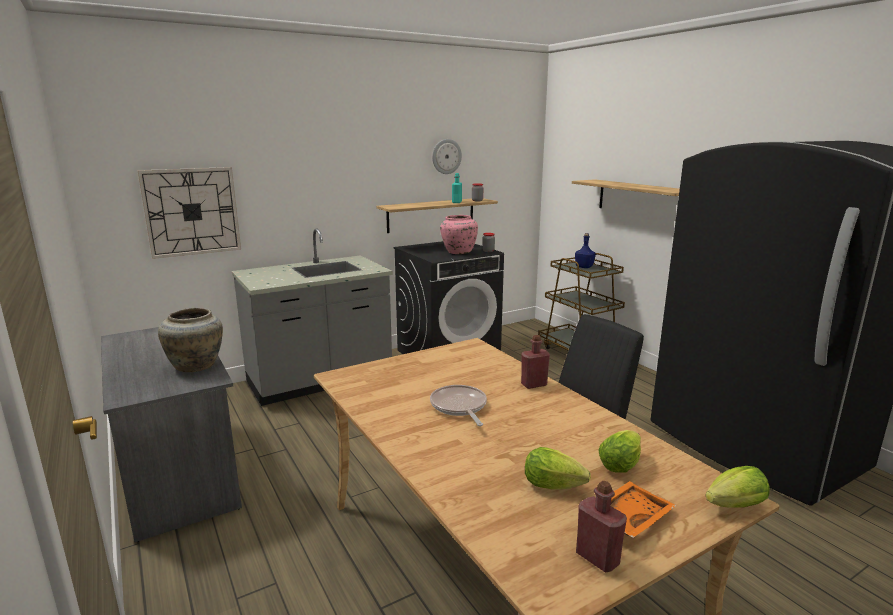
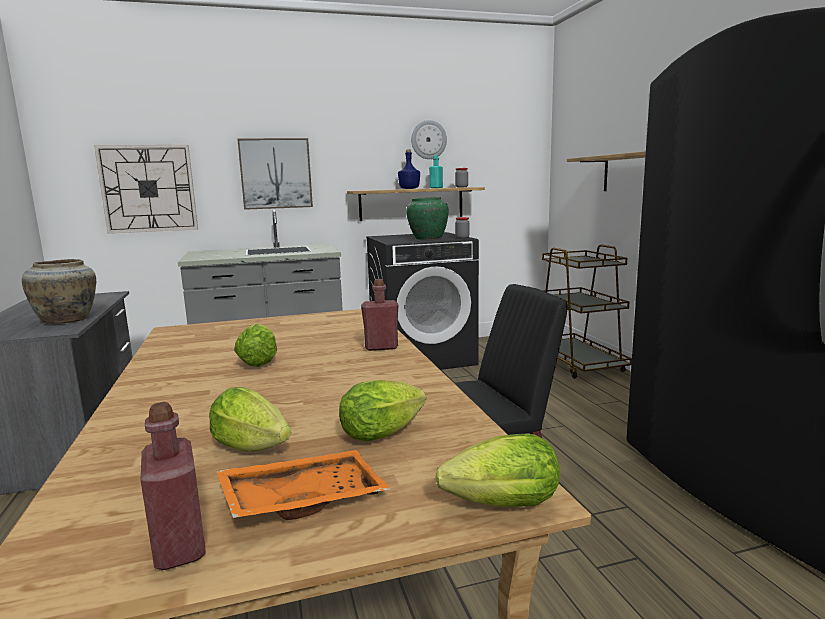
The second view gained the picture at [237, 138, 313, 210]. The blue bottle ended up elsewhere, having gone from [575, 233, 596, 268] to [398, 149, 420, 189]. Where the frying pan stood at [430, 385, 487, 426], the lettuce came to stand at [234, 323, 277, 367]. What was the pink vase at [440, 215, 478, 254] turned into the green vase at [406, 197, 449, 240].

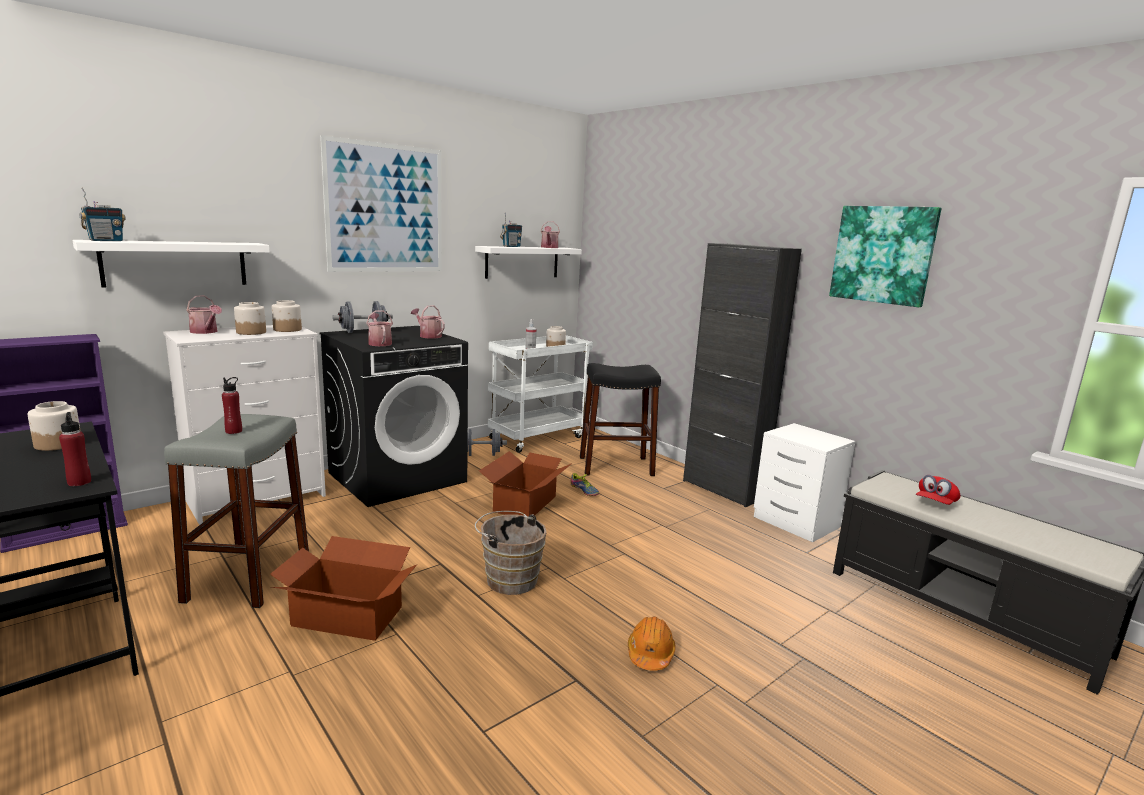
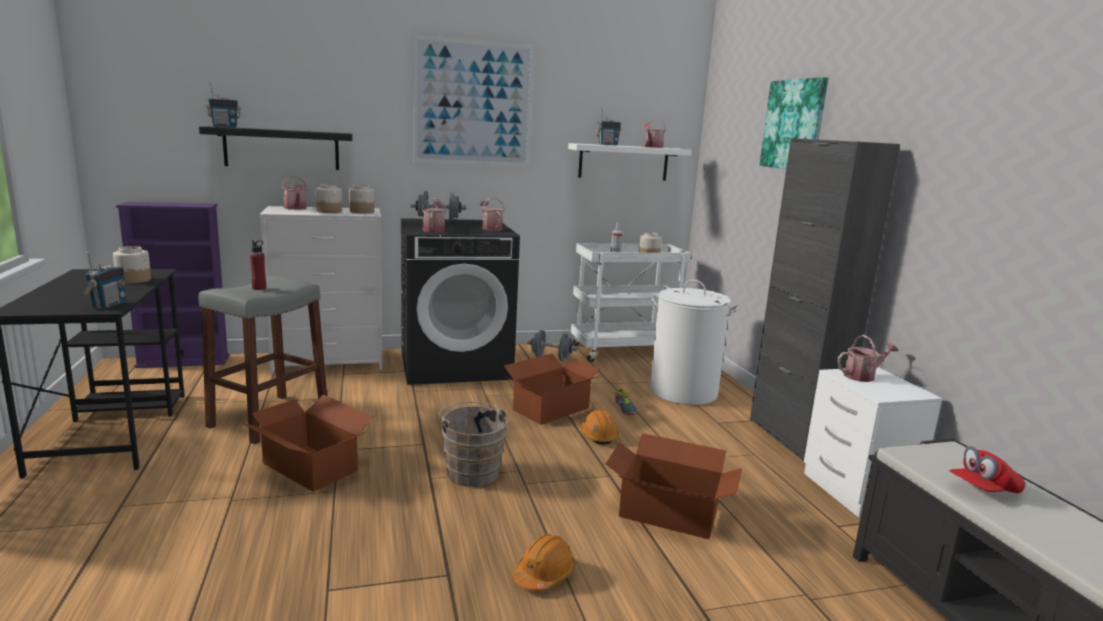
The second view gained the orange hard hat at [580, 410, 619, 445]. The second view gained the cardboard box at [606, 433, 742, 539]. The second view gained the watering can at [837, 335, 898, 382]. The picture ended up elsewhere, having gone from [829, 206, 941, 307] to [760, 77, 828, 169]. Where the red bottle stood at [59, 412, 91, 486], the radio came to stand at [83, 252, 125, 309]. Where the black stool stood at [580, 363, 661, 476], the white laundry basket came to stand at [650, 280, 739, 405]. What was the white shelf at [73, 240, 270, 288] turned into the black shelf at [199, 126, 353, 170].

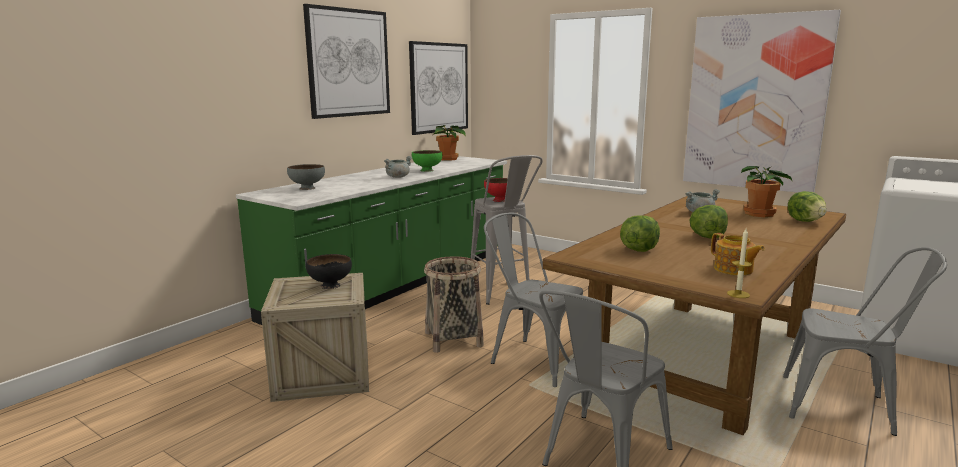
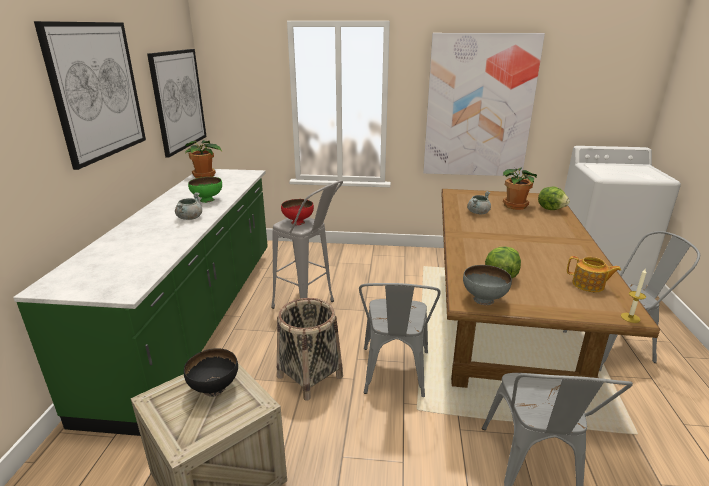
The second view lost the lettuce at [690, 205, 728, 238]. The grey bowl ended up elsewhere, having gone from [287, 164, 325, 190] to [463, 265, 512, 305]. The grey chair at [484, 213, 583, 387] ended up facing another way, 90 degrees counterclockwise from before.

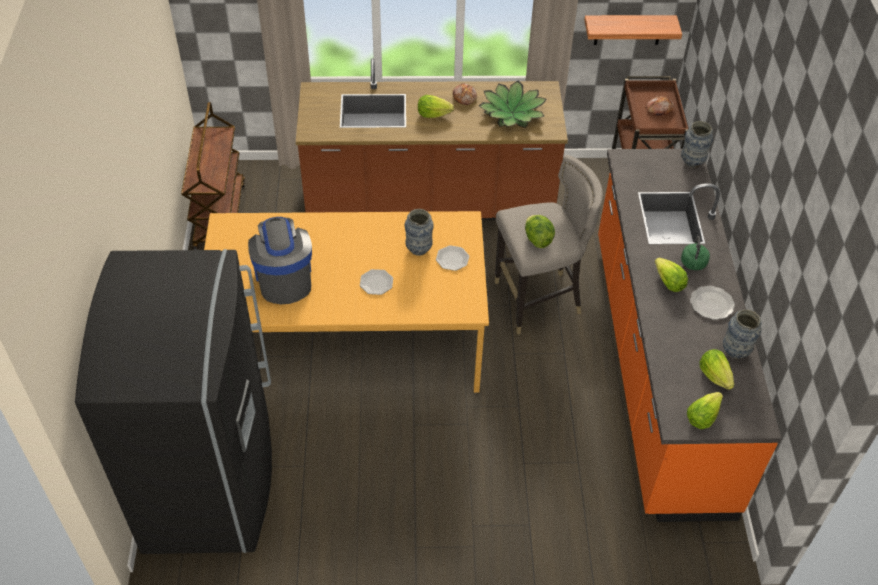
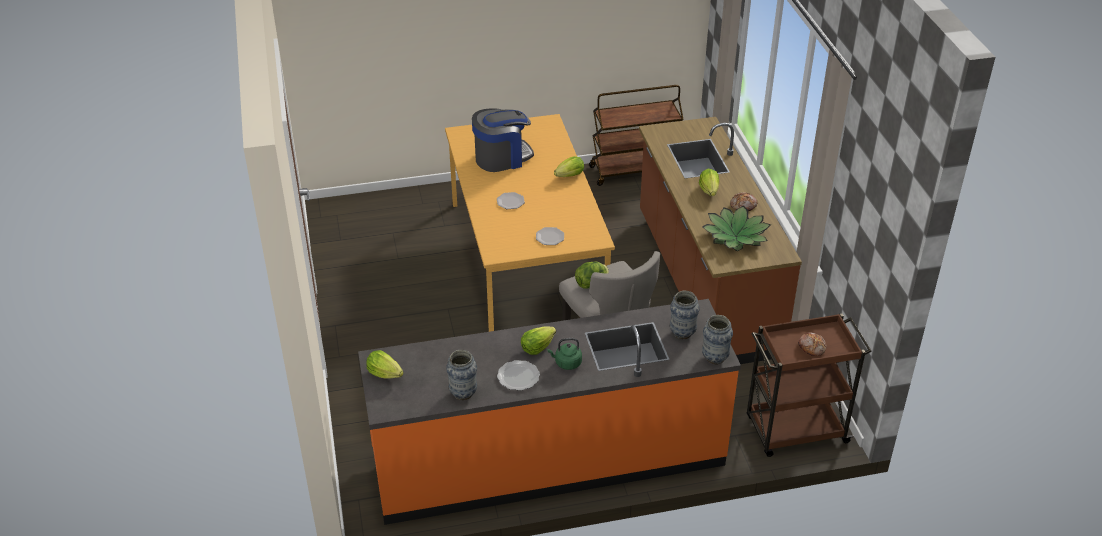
The second view lost the black fridge at [75, 249, 272, 554]. The second view lost the shelf at [584, 15, 682, 45]. The vase ended up elsewhere, having gone from [405, 209, 434, 256] to [670, 290, 700, 339]. The lettuce ended up elsewhere, having gone from [699, 349, 734, 390] to [554, 156, 584, 177].

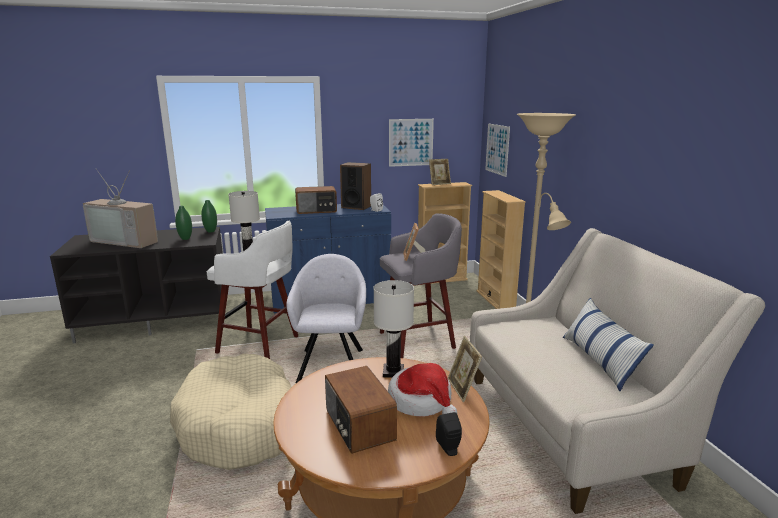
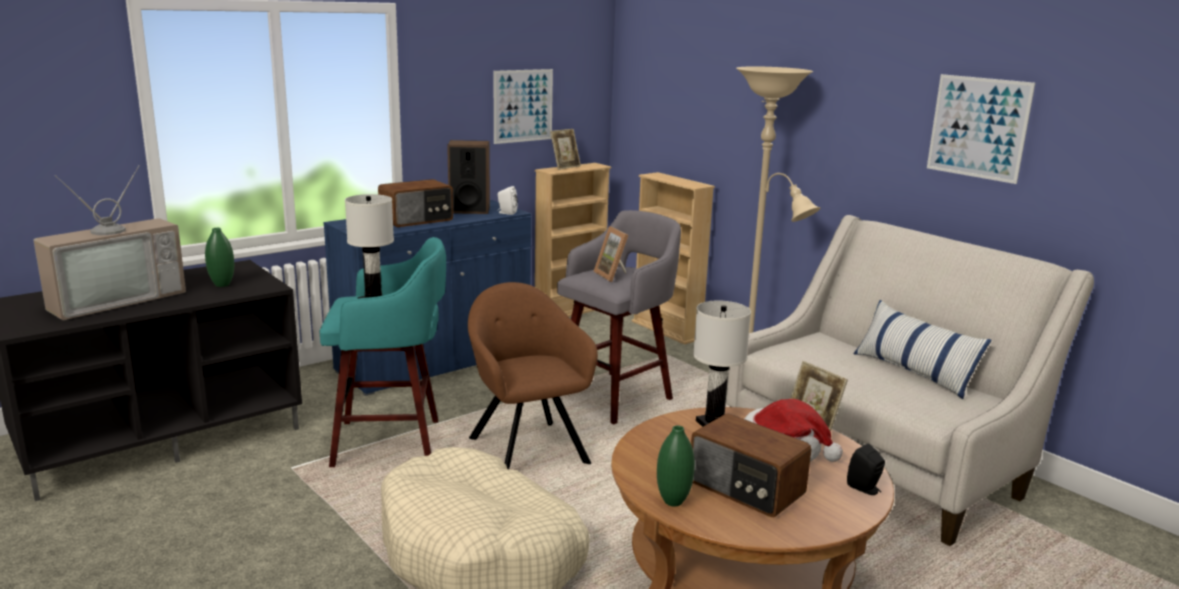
The green vase ended up elsewhere, having gone from [201, 200, 217, 232] to [657, 426, 695, 507]. The picture ended up elsewhere, having gone from [485, 123, 510, 177] to [927, 74, 1035, 184]. What was the white stool at [207, 220, 298, 359] turned into the turquoise stool at [320, 237, 446, 467]. What was the grey armchair at [286, 254, 366, 383] turned into the brown armchair at [468, 282, 598, 469]. The television at [83, 168, 158, 248] ended up facing another way, 45 degrees counterclockwise from before.

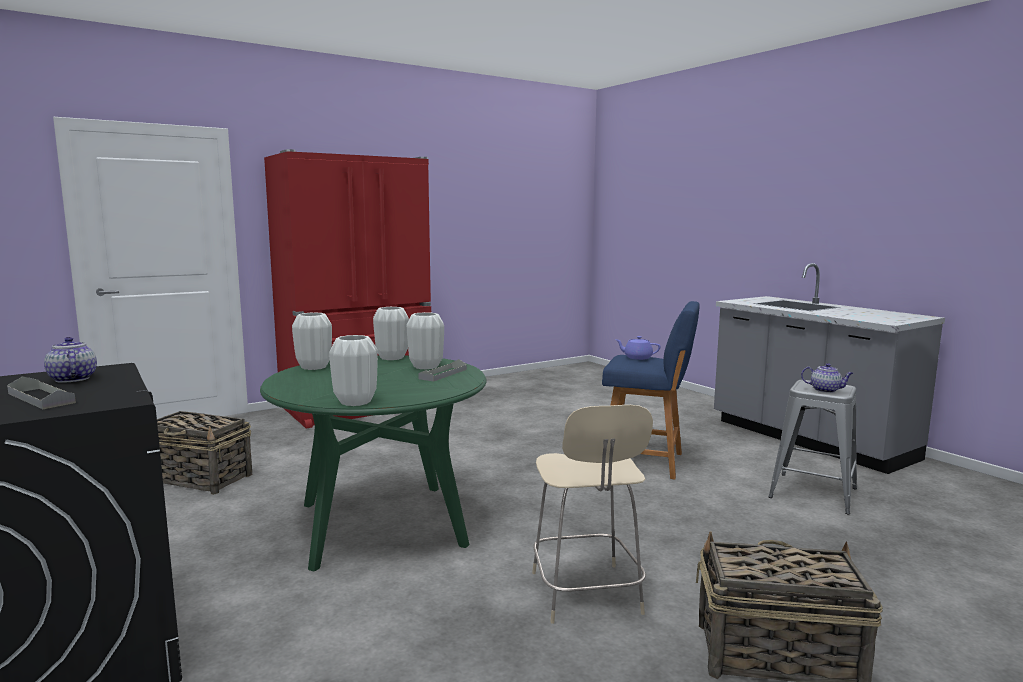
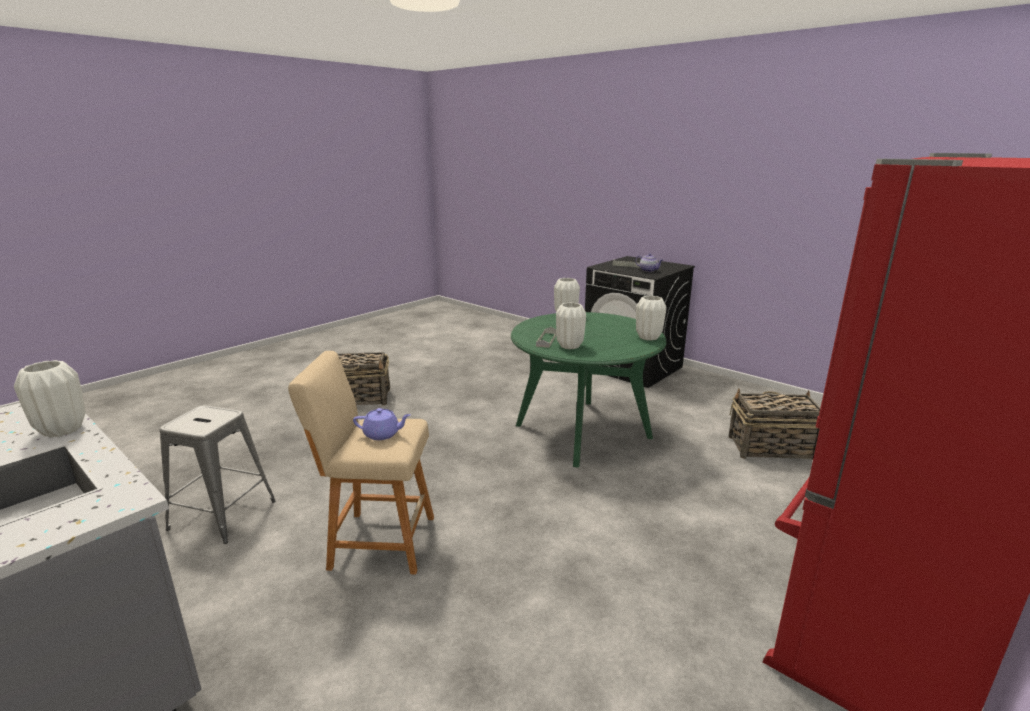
The second view lost the beige chair at [532, 405, 653, 624]. The second view lost the teapot at [801, 363, 854, 393]. The white vase ended up elsewhere, having gone from [373, 307, 409, 360] to [14, 360, 86, 437]. What was the blue stool at [602, 301, 700, 479] turned into the beige stool at [288, 351, 434, 575].

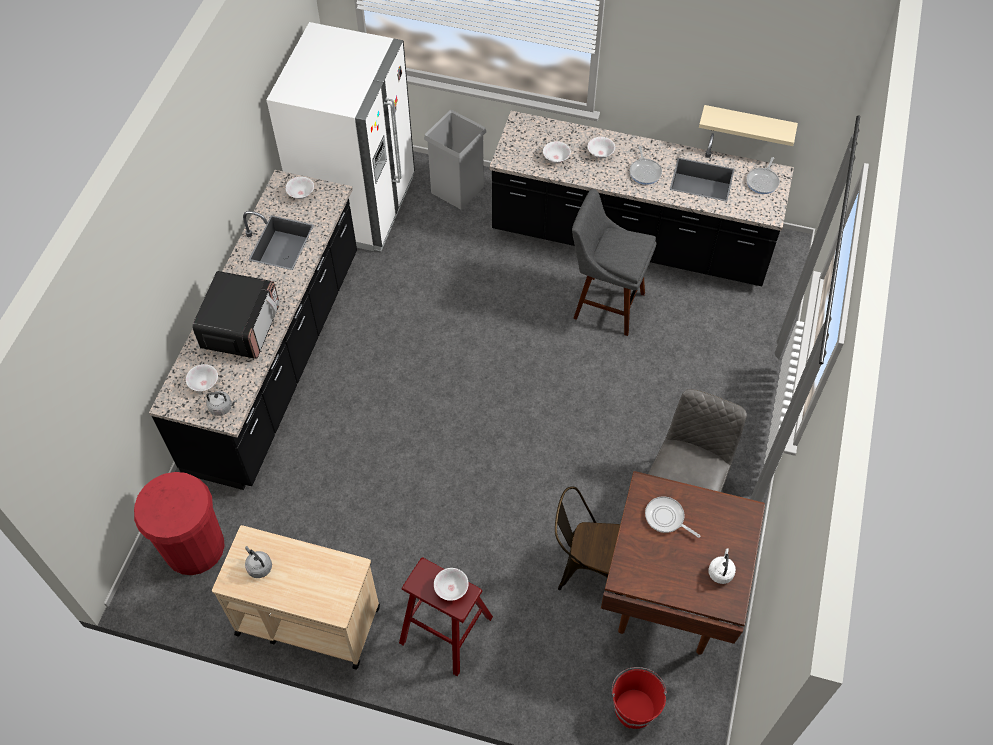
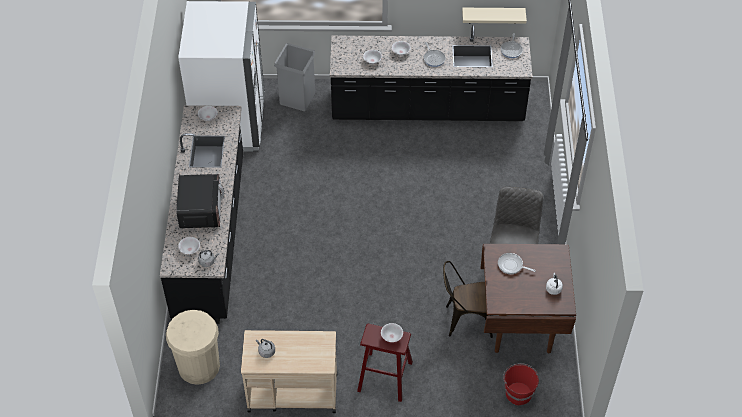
The second view lost the grey stool at [572, 189, 656, 336]. What was the red trash can at [134, 472, 225, 575] turned into the beige trash can at [166, 310, 220, 385].

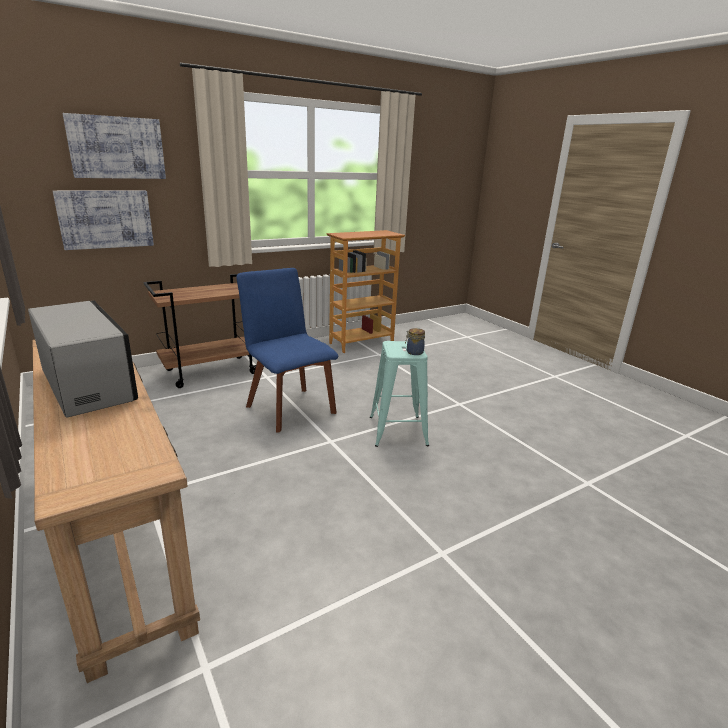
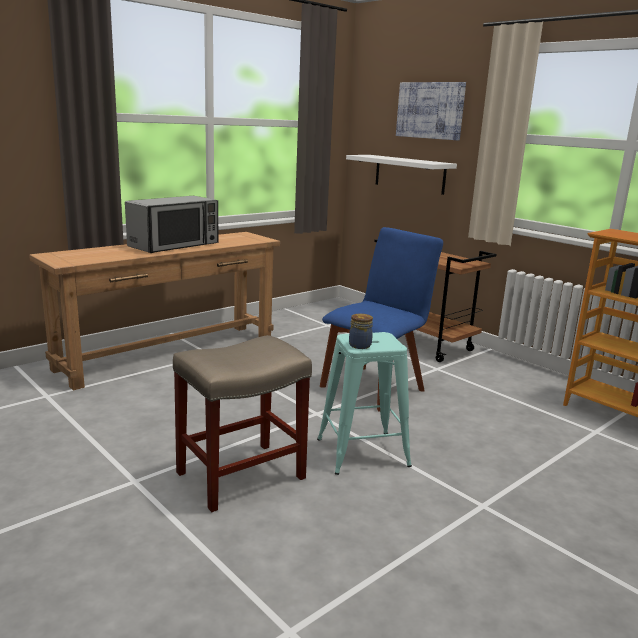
The second view gained the beige stool at [173, 335, 312, 512]. Where the picture hung at [53, 191, 154, 250], the white shelf came to hang at [346, 155, 457, 195].

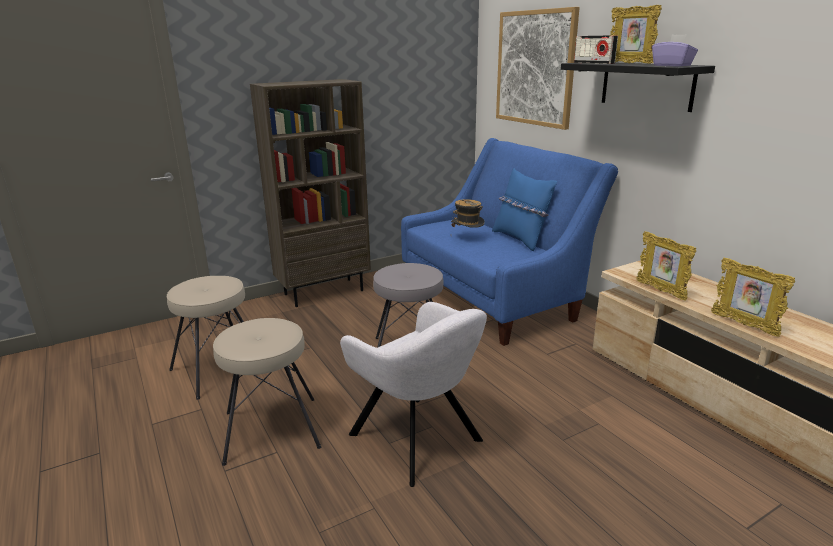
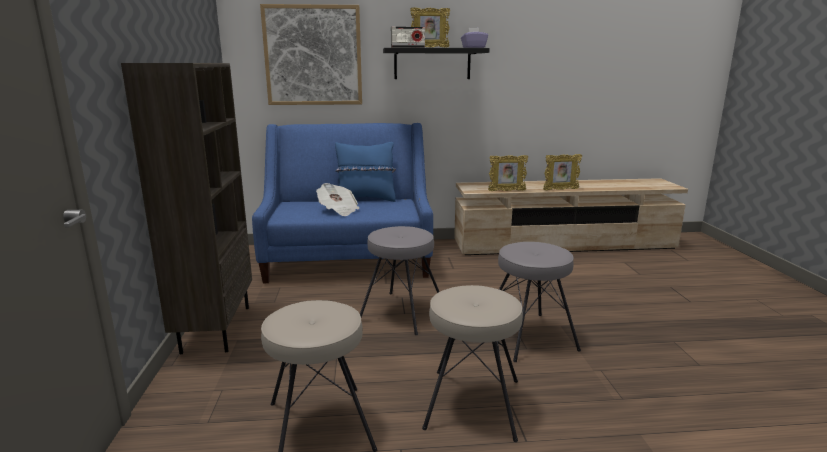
Where the grey armchair stood at [340, 302, 487, 487], the grey stool came to stand at [498, 242, 581, 362]. Where the hat stood at [451, 199, 484, 228], the newspaper came to stand at [316, 183, 359, 216].

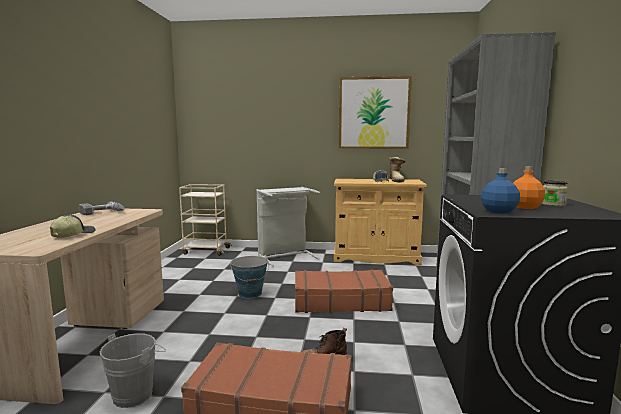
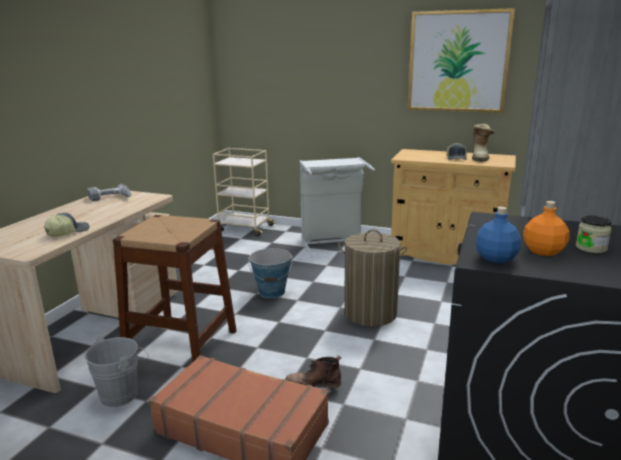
The second view gained the brown stool at [113, 215, 237, 362]. Where the brown suitcase stood at [295, 270, 393, 313], the laundry basket came to stand at [338, 230, 407, 327].

